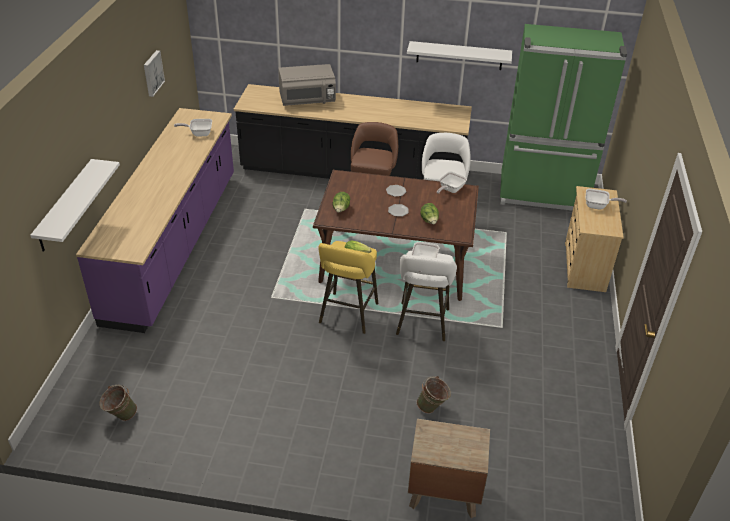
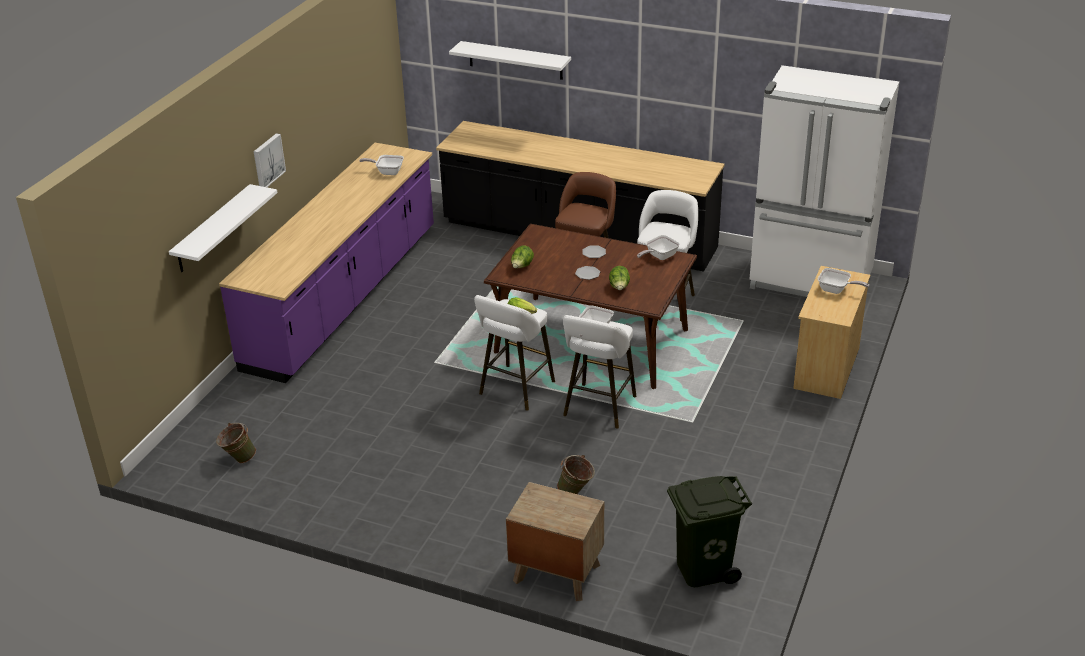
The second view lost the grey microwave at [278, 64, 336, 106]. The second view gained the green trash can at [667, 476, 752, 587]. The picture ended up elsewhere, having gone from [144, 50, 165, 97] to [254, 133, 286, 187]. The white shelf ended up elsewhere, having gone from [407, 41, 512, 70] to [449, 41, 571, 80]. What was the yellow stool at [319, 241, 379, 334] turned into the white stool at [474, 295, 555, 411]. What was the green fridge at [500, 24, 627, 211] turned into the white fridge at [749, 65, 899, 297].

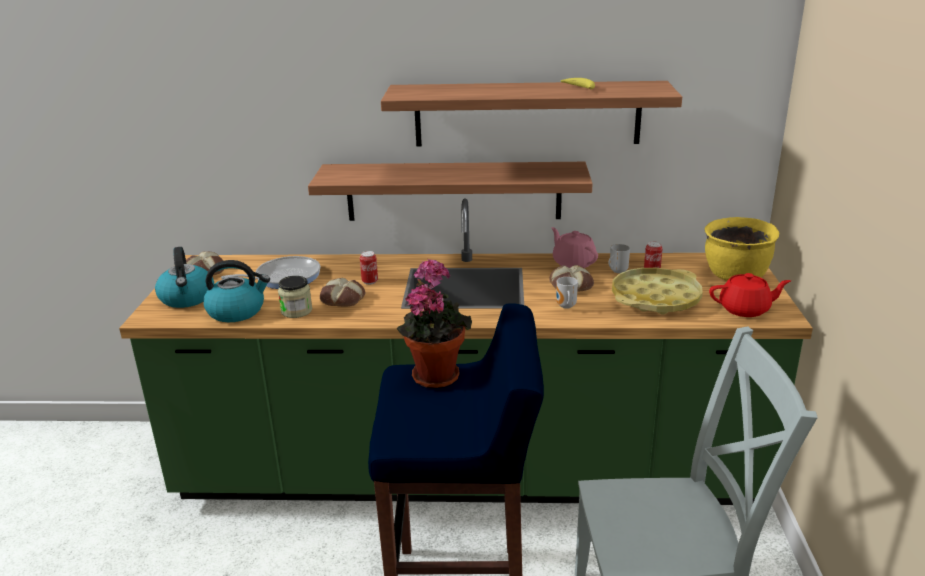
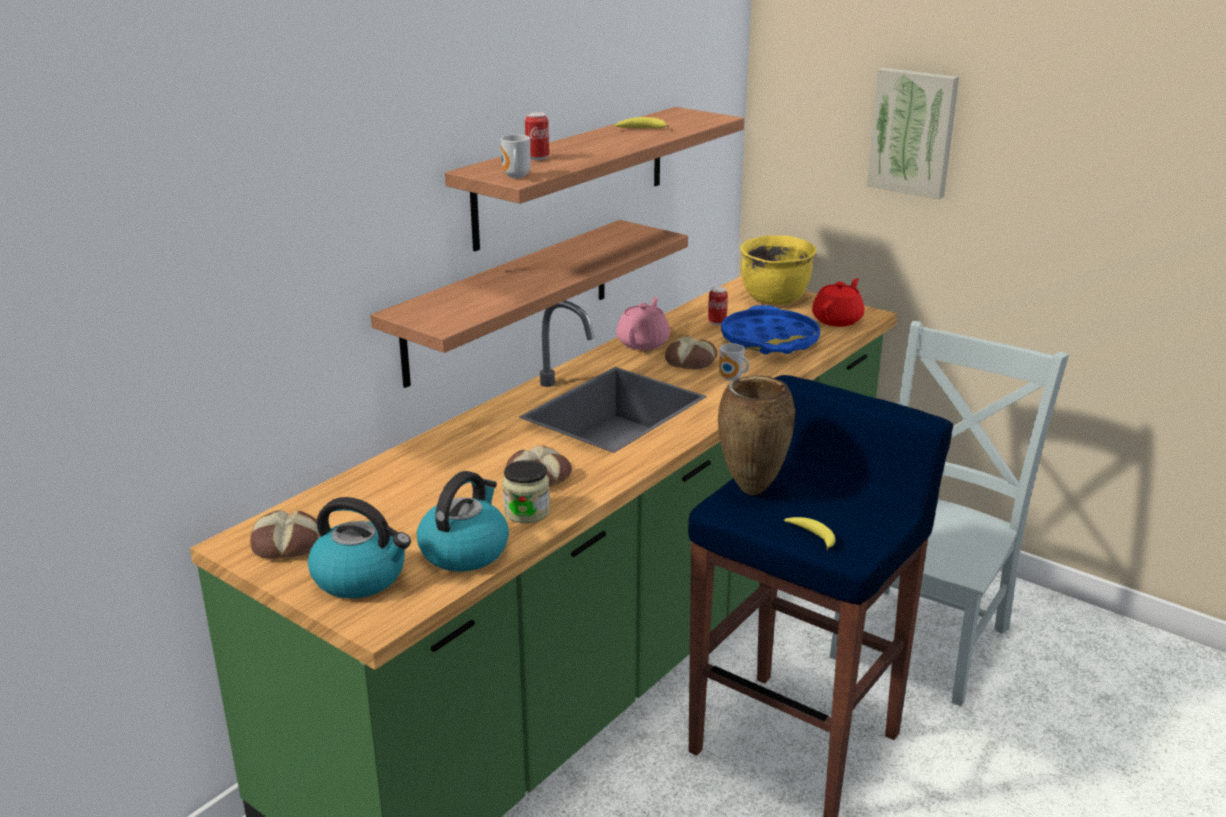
The second view lost the frying pan at [221, 256, 320, 289]. The second view gained the banana at [784, 517, 835, 550]. The second view gained the picture at [867, 68, 959, 199]. The can ended up elsewhere, having gone from [360, 251, 378, 285] to [525, 112, 549, 160]. The mug ended up elsewhere, having gone from [609, 244, 630, 273] to [501, 135, 531, 178]. Where the potted plant stood at [396, 259, 472, 388], the brown vase came to stand at [718, 375, 795, 495]. What was the yellow tray at [612, 268, 703, 314] turned into the blue tray at [721, 305, 820, 354]. The pink teapot at [551, 227, 598, 268] ended up facing another way, 105 degrees clockwise from before.

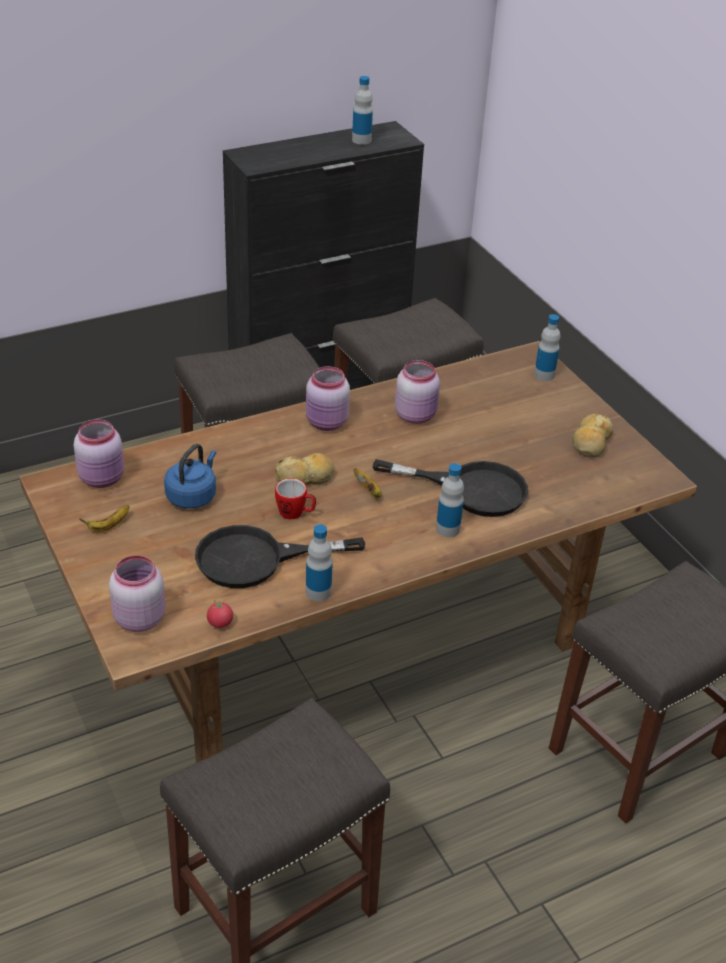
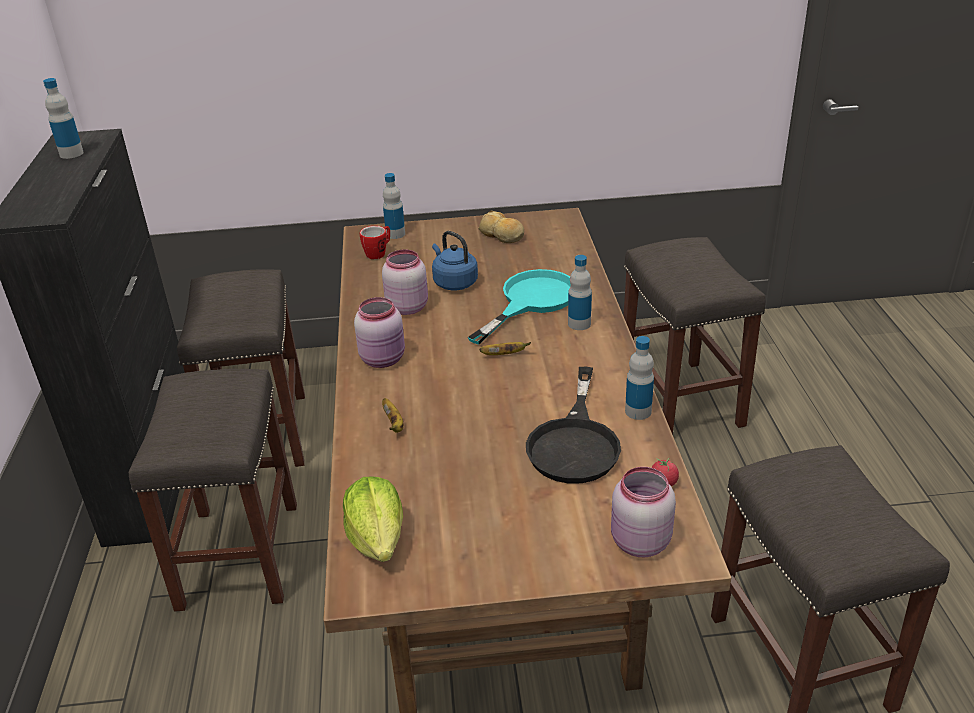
The second view lost the bread at [275, 453, 335, 485]. The banana ended up elsewhere, having gone from [80, 505, 130, 532] to [382, 398, 404, 433]. The blue kettle ended up elsewhere, having gone from [164, 444, 216, 509] to [432, 231, 478, 290]. The mug ended up elsewhere, having gone from [275, 478, 316, 519] to [360, 226, 390, 259]. Where the pink jar stood at [74, 419, 124, 488], the lettuce came to stand at [343, 476, 403, 562]. What was the black frying pan at [373, 459, 528, 517] turned into the turquoise frying pan at [468, 269, 571, 344].

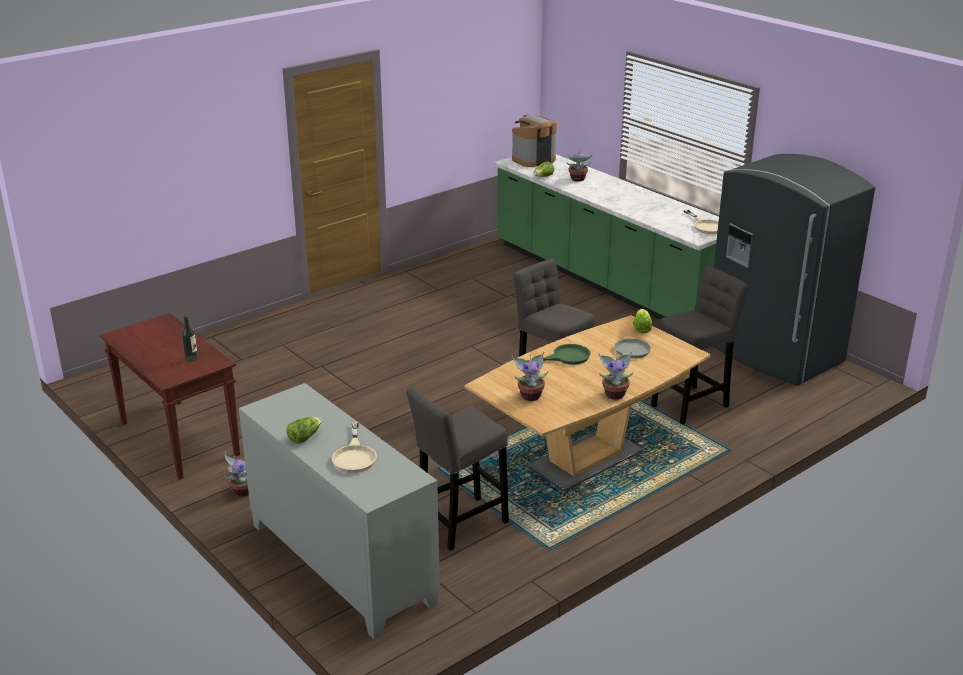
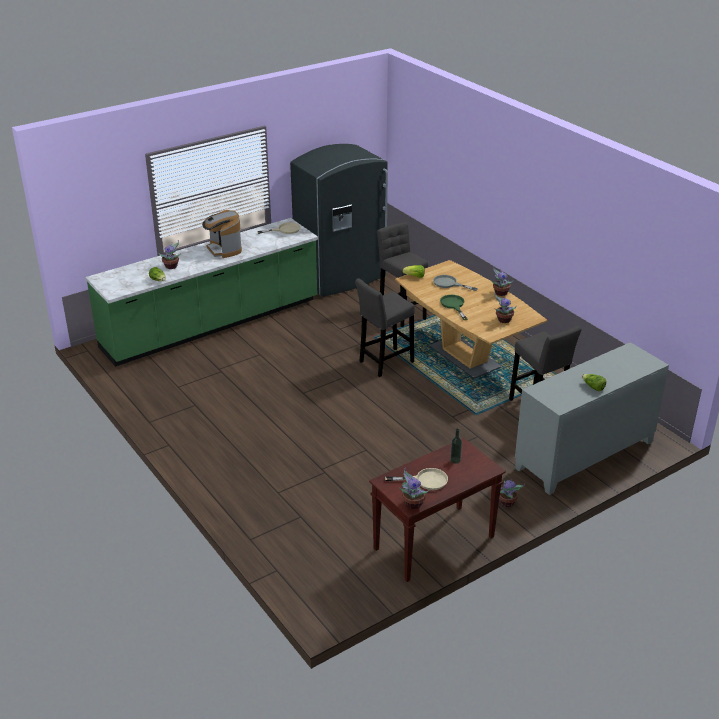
The second view gained the potted plant at [399, 468, 429, 509]. The beige frying pan ended up elsewhere, having gone from [332, 422, 377, 473] to [385, 468, 448, 490]. The coffee machine ended up elsewhere, having gone from [512, 114, 557, 167] to [202, 210, 242, 258].

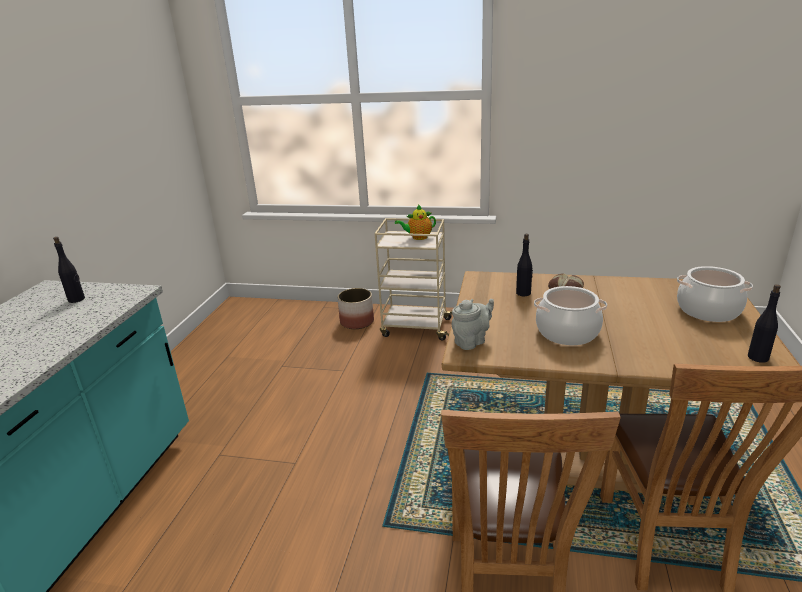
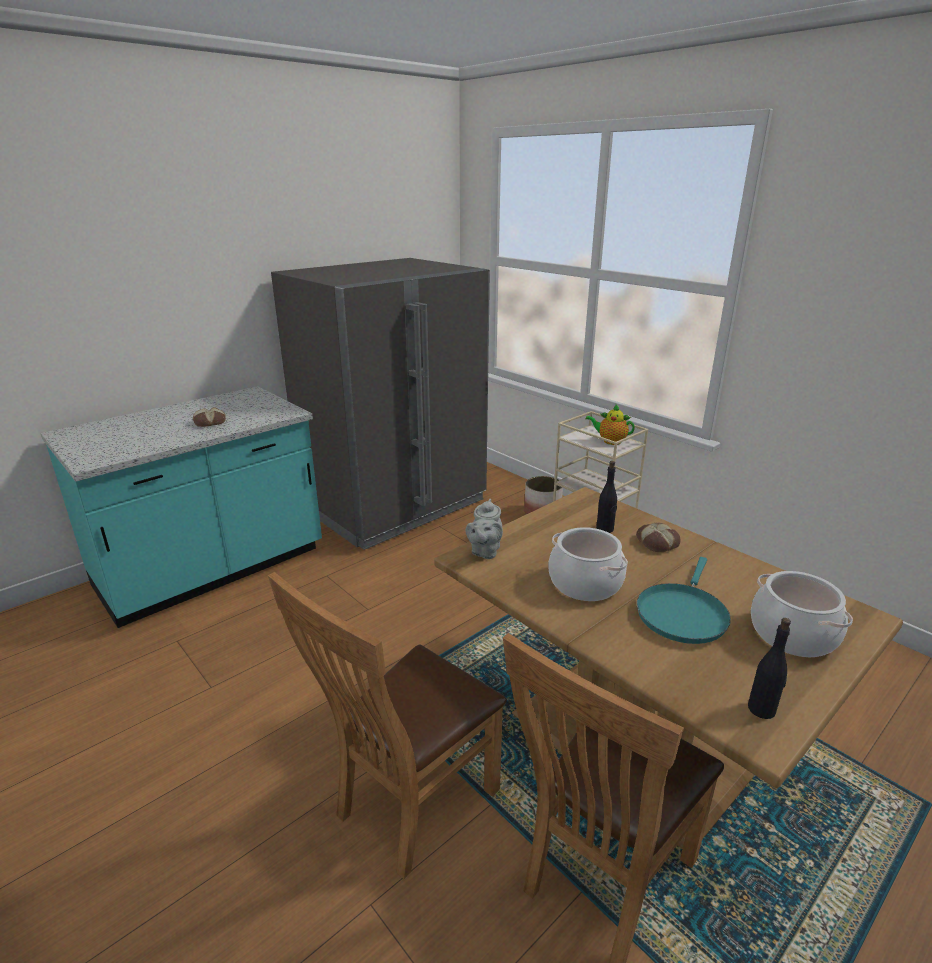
The second view lost the black bottle at [53, 237, 85, 303]. The second view gained the bread at [193, 407, 226, 427]. The second view gained the grey fridge at [271, 258, 490, 550]. The second view gained the turquoise frying pan at [637, 557, 731, 644]. The grey teapot at [452, 299, 494, 350] ended up facing another way, 105 degrees clockwise from before.

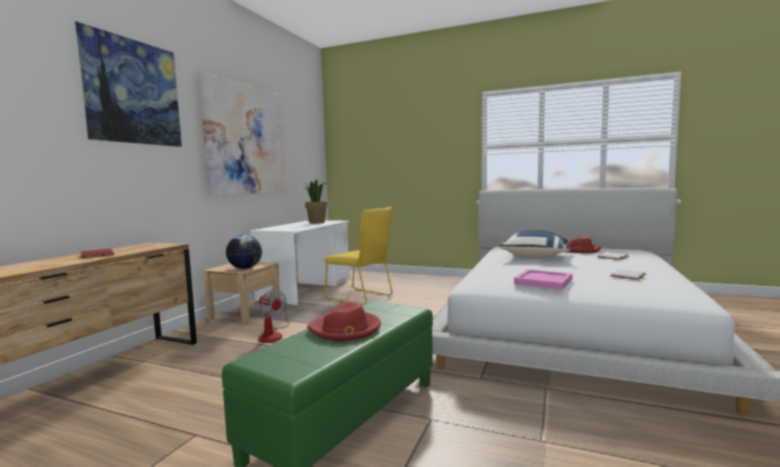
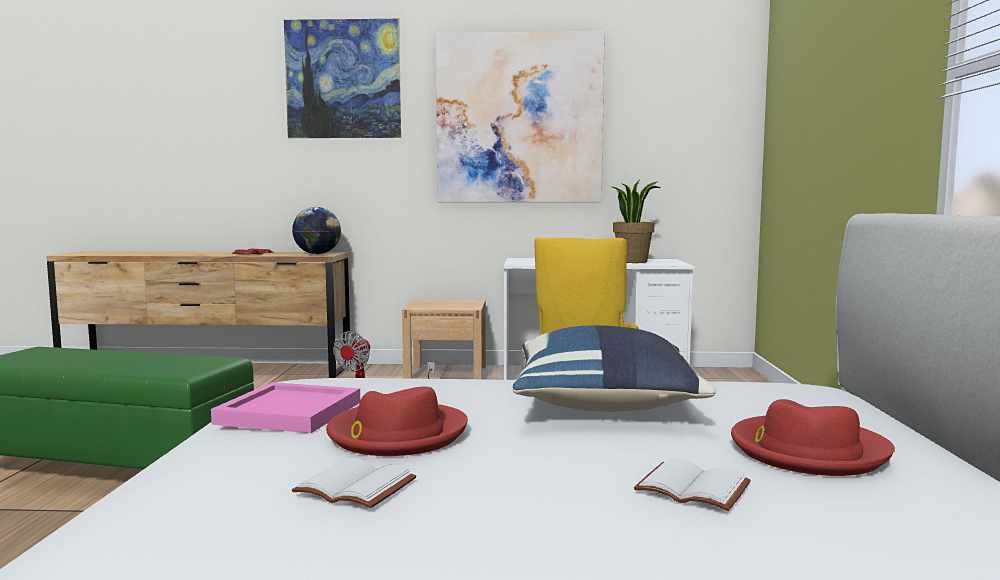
The globe ended up elsewhere, having gone from [226, 235, 262, 269] to [292, 207, 341, 254]. The red hat ended up elsewhere, having gone from [307, 302, 381, 341] to [326, 387, 468, 456].

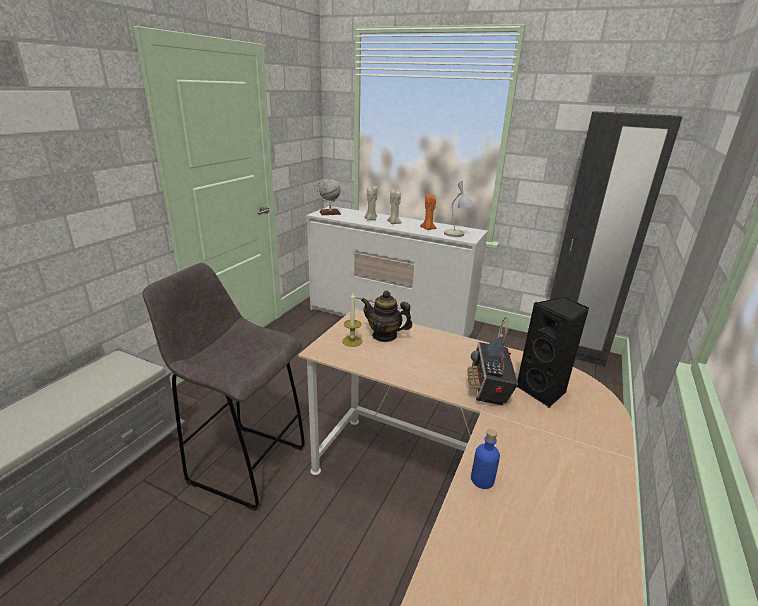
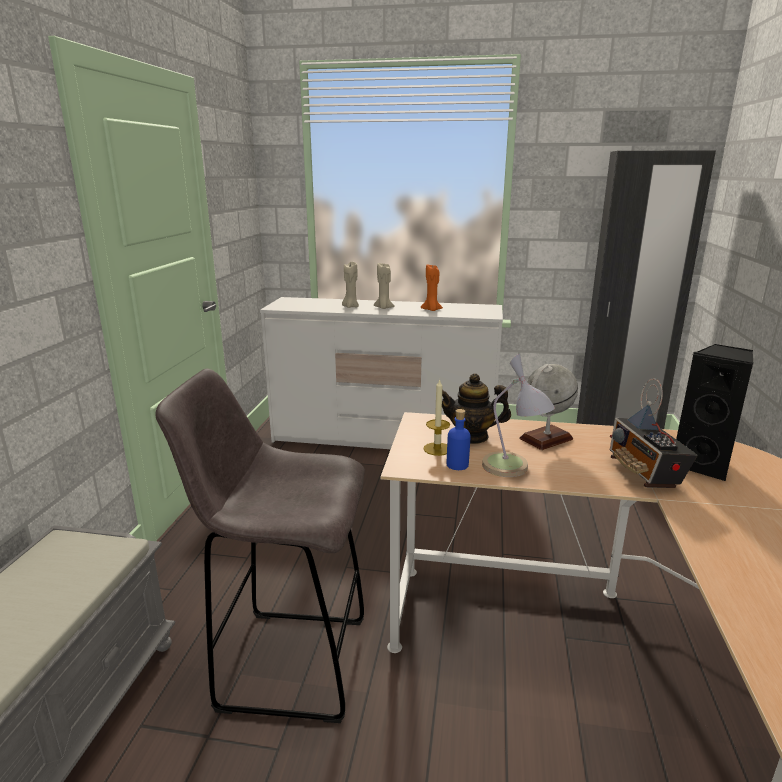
The globe ended up elsewhere, having gone from [317, 178, 341, 215] to [519, 364, 578, 450]. The table lamp ended up elsewhere, having gone from [444, 181, 474, 237] to [482, 354, 555, 477]. The blue bottle ended up elsewhere, having gone from [471, 429, 500, 489] to [447, 409, 470, 470].

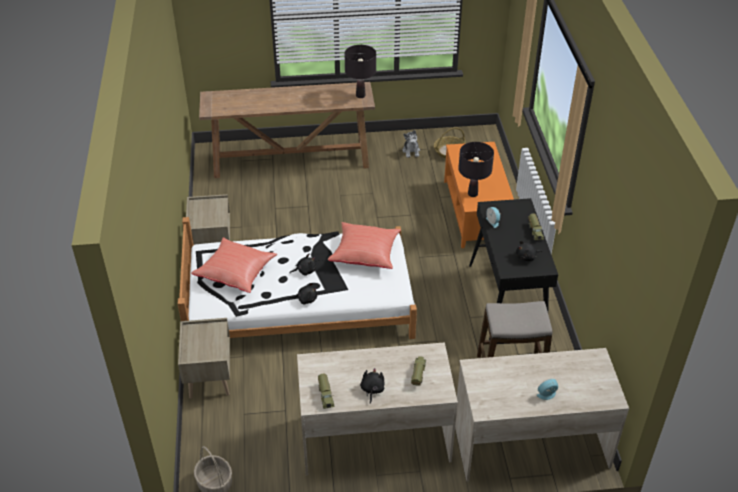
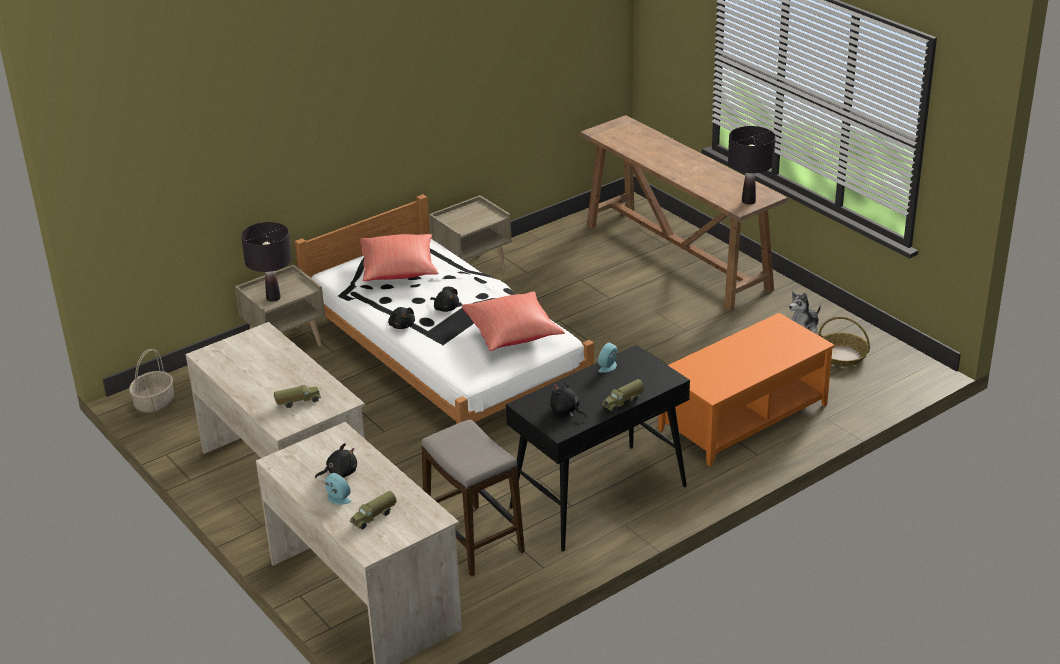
The toy truck ended up elsewhere, having gone from [318, 374, 335, 409] to [349, 491, 397, 529]. The black plush toy ended up elsewhere, having gone from [360, 368, 384, 404] to [315, 443, 357, 478]. The black table lamp ended up elsewhere, having gone from [458, 142, 494, 197] to [241, 222, 292, 302].

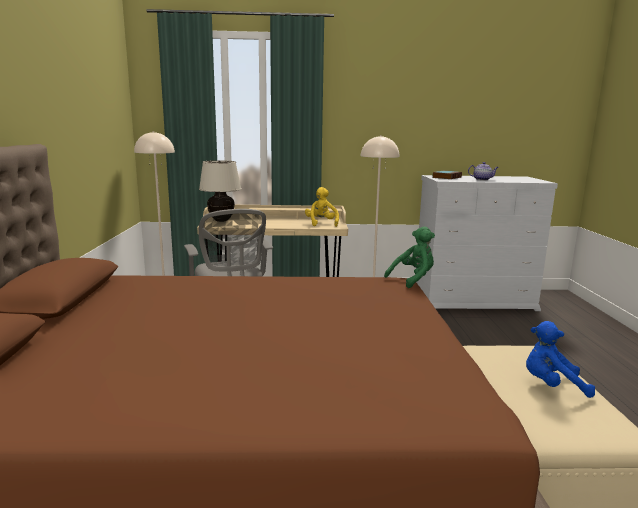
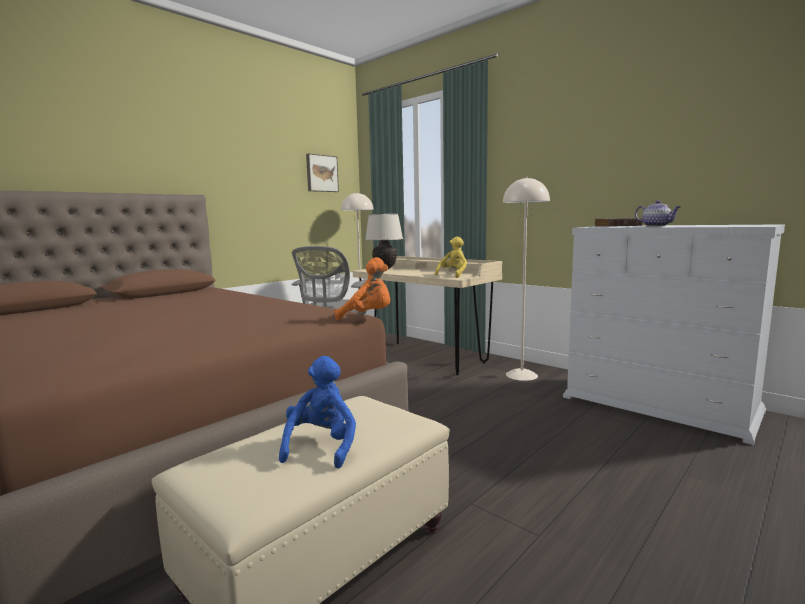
The second view gained the picture at [306, 154, 339, 192]. What was the green plush toy at [384, 226, 435, 288] turned into the orange plush toy at [335, 257, 390, 321]. The blue plush toy at [526, 321, 595, 398] ended up facing another way, 45 degrees clockwise from before.

